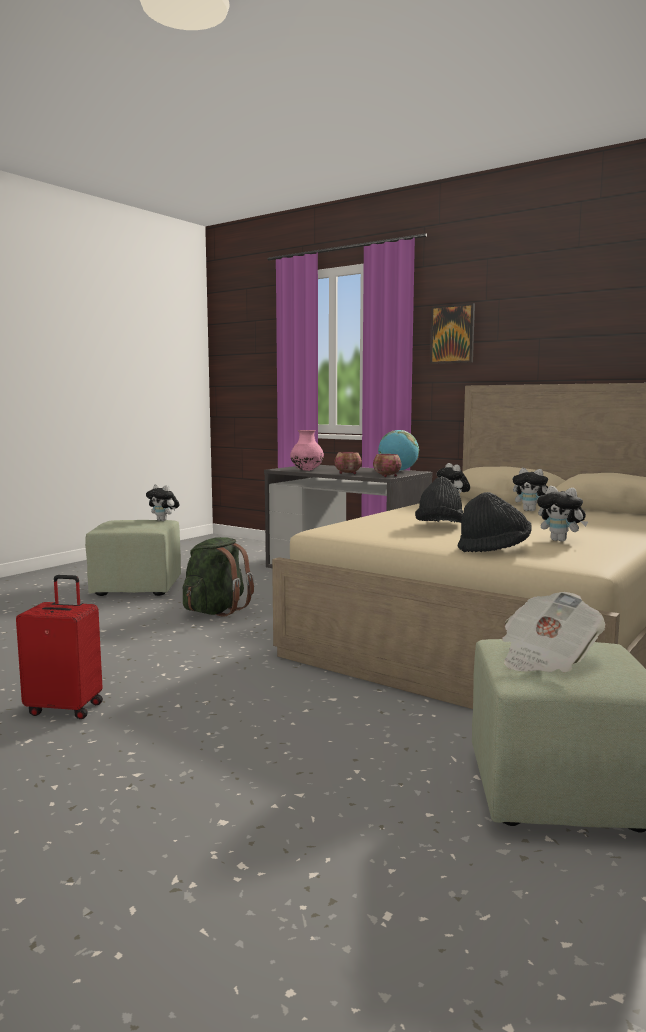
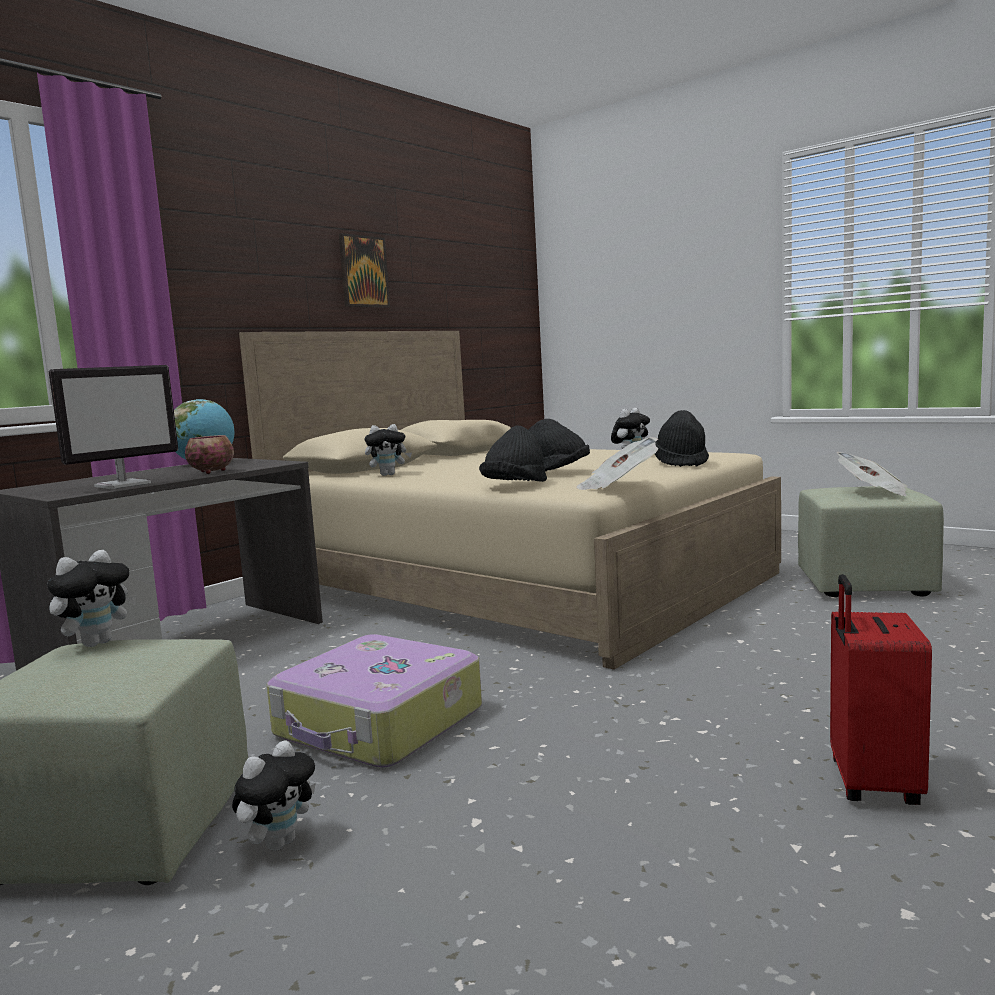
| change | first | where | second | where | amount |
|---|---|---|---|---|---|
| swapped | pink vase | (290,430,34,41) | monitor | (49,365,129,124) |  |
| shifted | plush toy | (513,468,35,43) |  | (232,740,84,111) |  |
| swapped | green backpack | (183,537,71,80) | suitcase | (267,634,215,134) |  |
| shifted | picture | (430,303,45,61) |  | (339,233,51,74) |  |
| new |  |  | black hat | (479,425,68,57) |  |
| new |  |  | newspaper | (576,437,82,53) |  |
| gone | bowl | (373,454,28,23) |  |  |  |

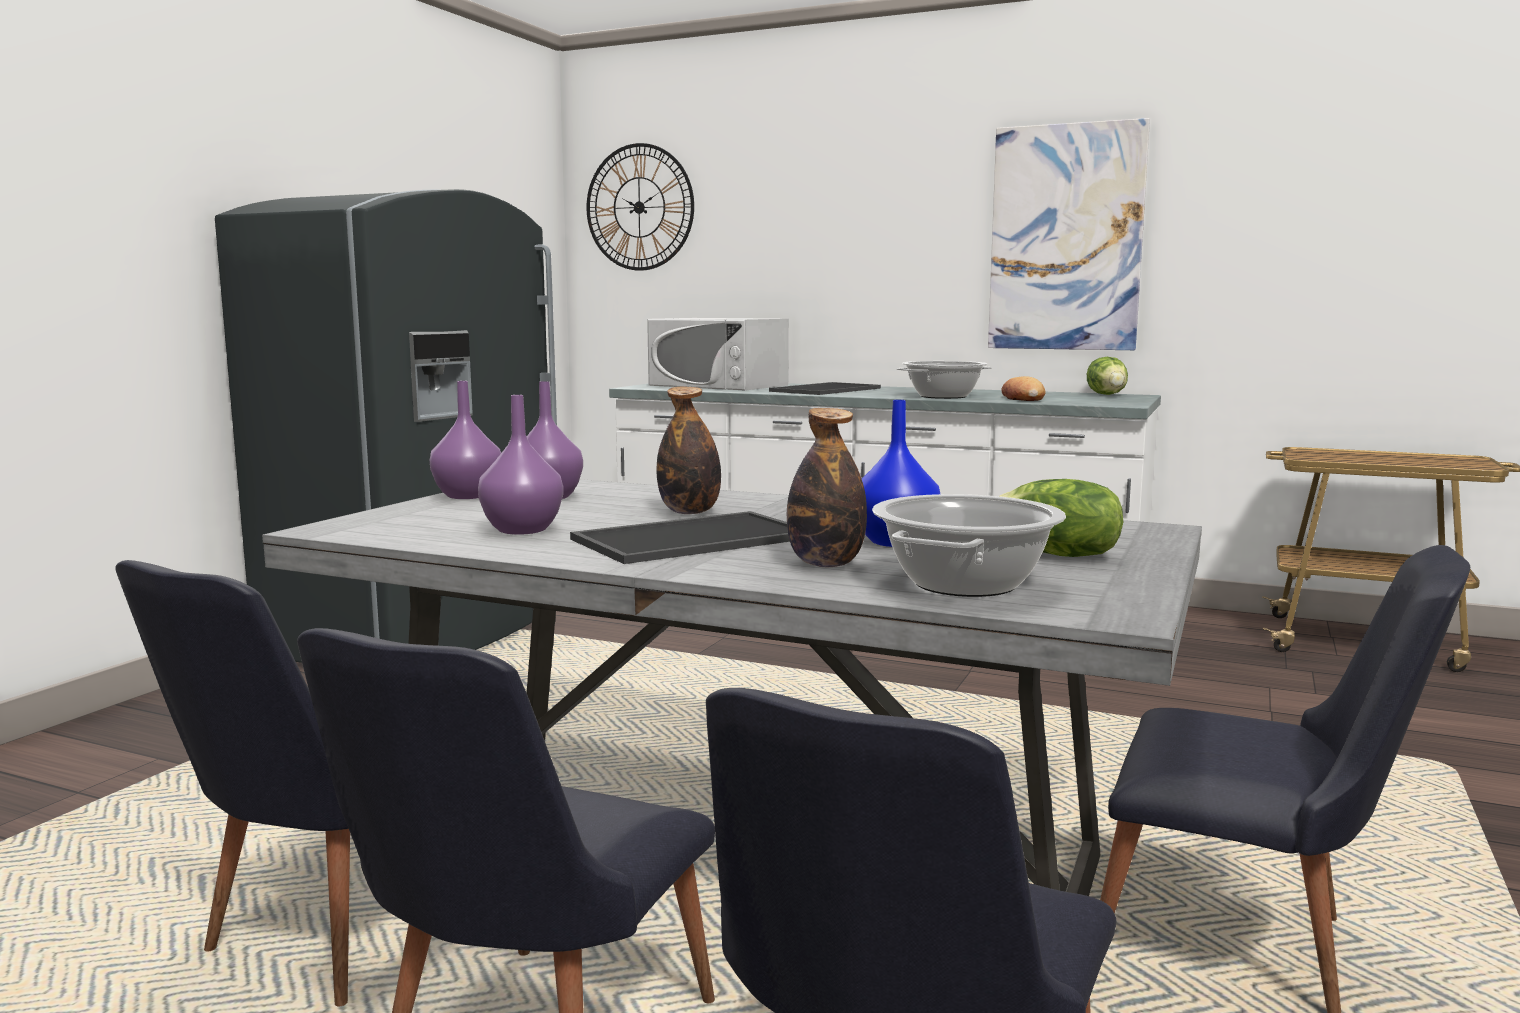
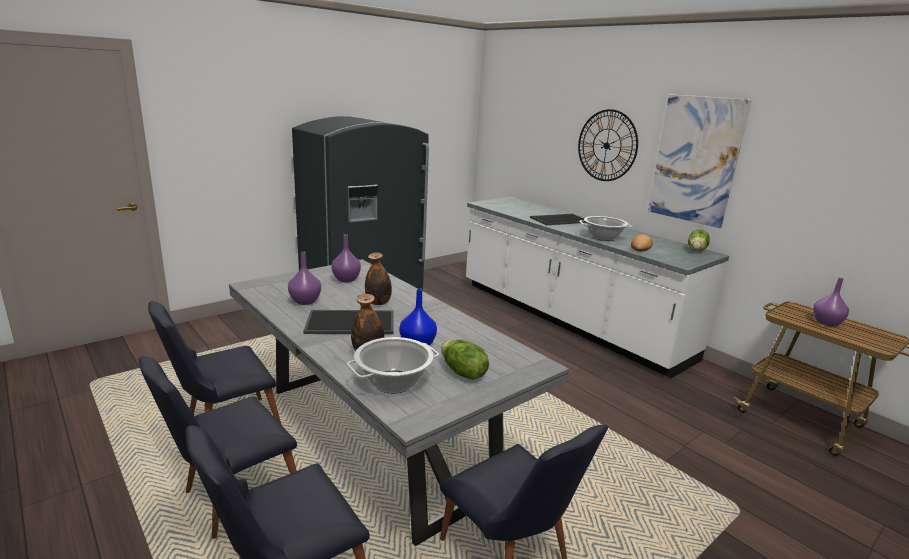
| change | first | where | second | where | amount |
|---|---|---|---|---|---|
| shifted | wall clock | (586,143,108,128) |  | (578,109,60,72) |  |
| shifted | purple vase | (430,381,71,118) |  | (813,278,36,48) |  |
| gone | white microwave | (647,318,142,73) |  |  |  |

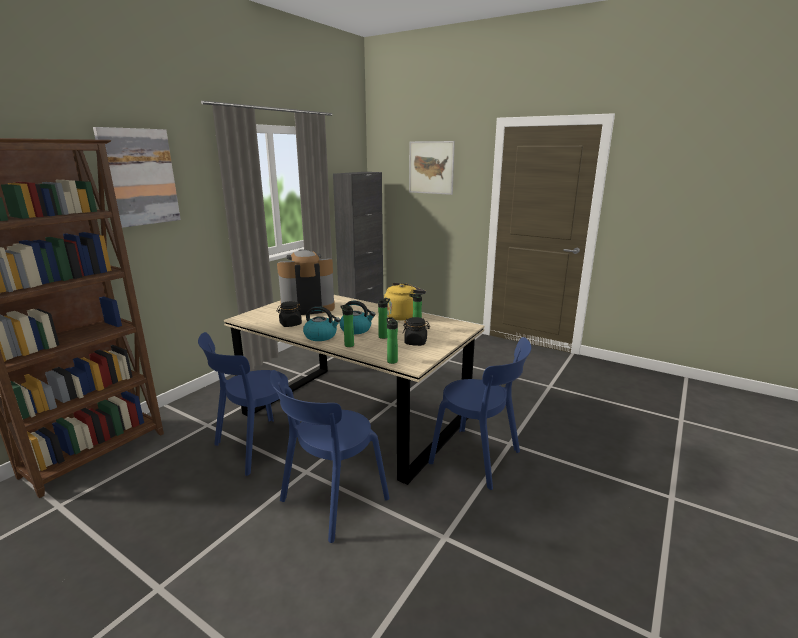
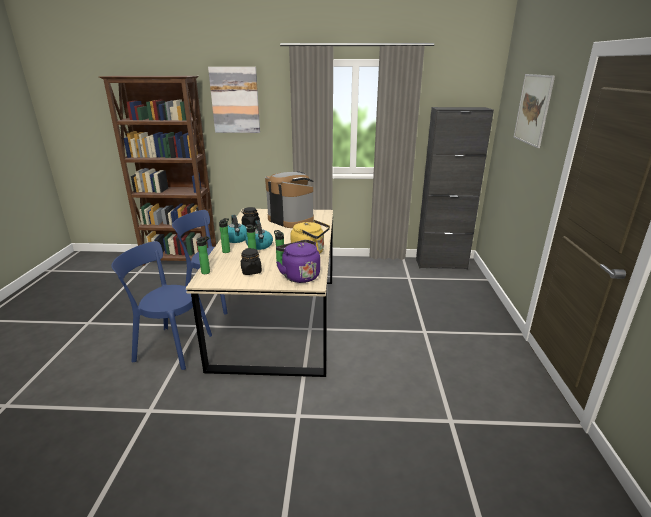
| change | first | where | second | where | amount |
|---|---|---|---|---|---|
| new |  |  | purple kettle | (276,240,44,43) |  |
| gone | blue chair | (428,337,103,153) |  |  |  |

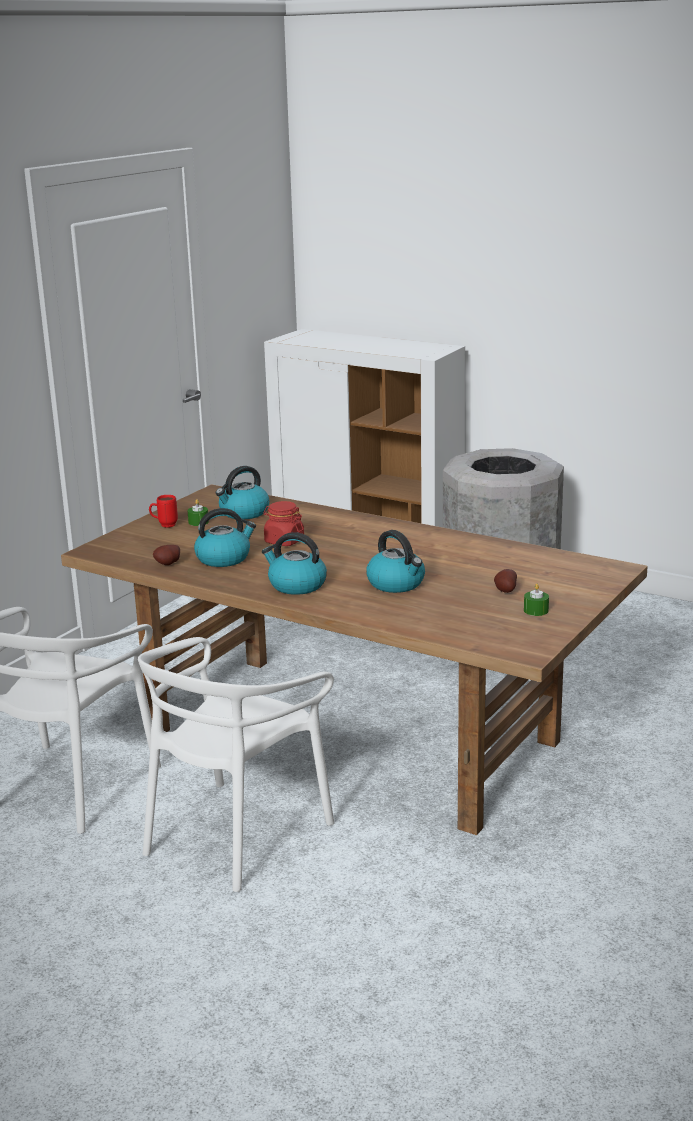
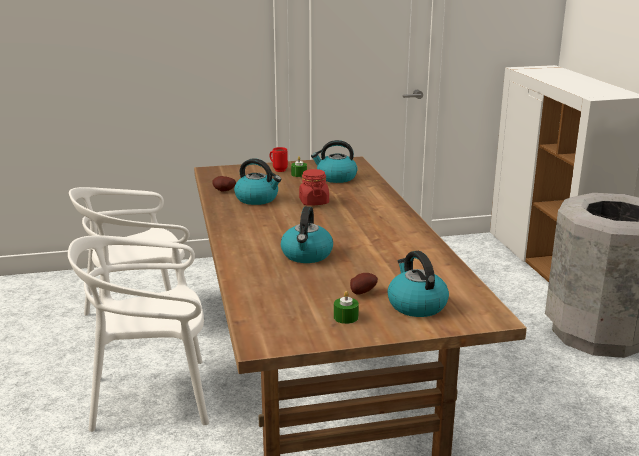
| change | first | where | second | where | amount |
|---|---|---|---|---|---|
| shifted | kettle | (262,532,65,63) |  | (388,251,61,66) |  |

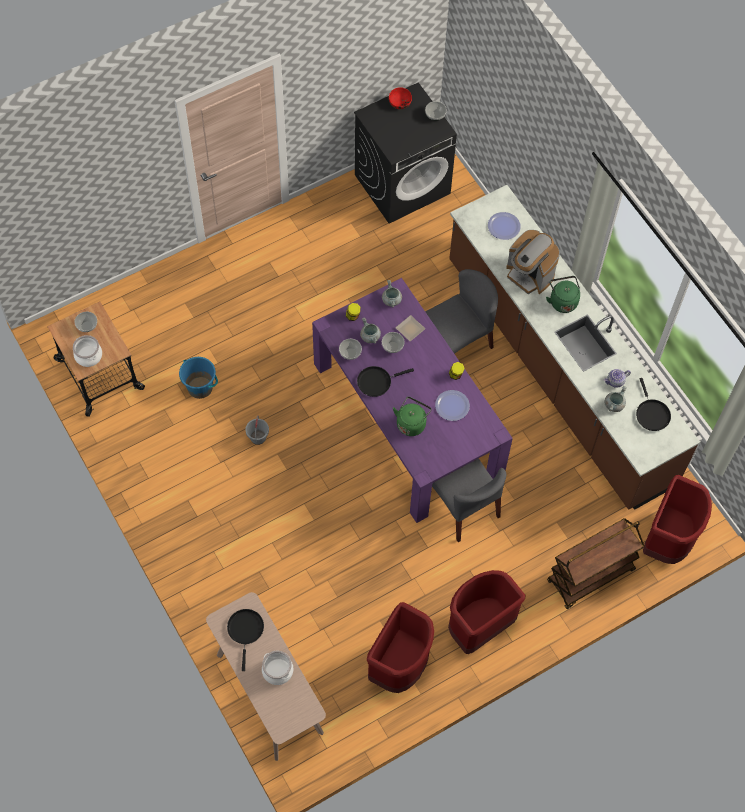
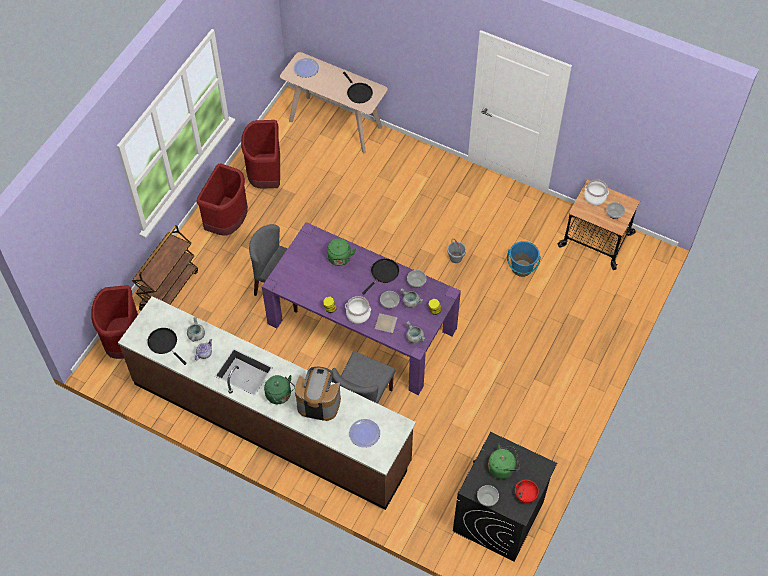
| change | first | where | second | where | amount |
|---|---|---|---|---|---|
| shifted | plate | (435,390,35,31) |  | (293,58,26,20) |  |
| shifted | cooking pot | (262,651,31,34) |  | (345,296,26,28) |  |
| new |  |  | green kettle | (488,444,32,35) |  |

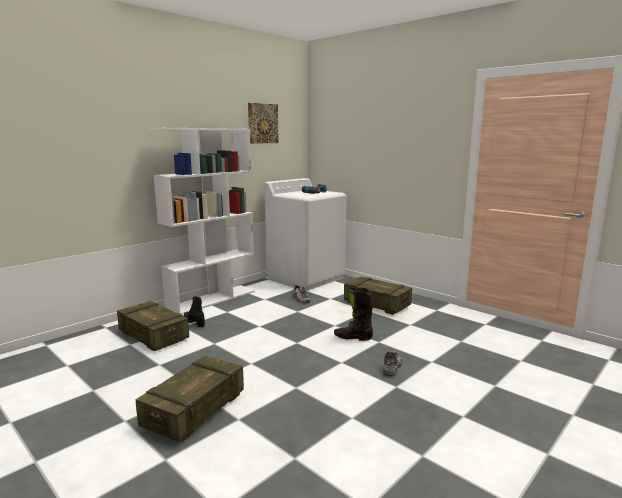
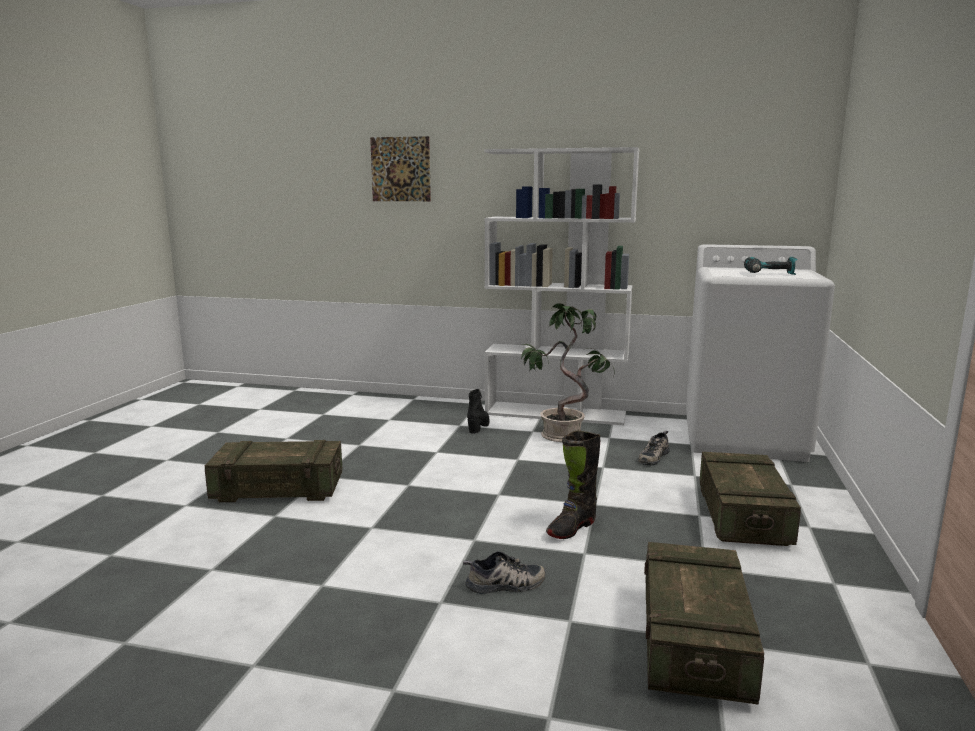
| change | first | where | second | where | amount |
|---|---|---|---|---|---|
| shifted | picture | (248,103,31,41) |  | (370,136,61,65) |  |
| new |  |  | potted plant | (516,303,99,139) |  |
| rotated | black boot | (334,287,39,54) |  | (546,430,54,109) | 120 degrees counterclockwise |
| shifted | crate | (117,301,72,50) |  | (644,542,120,163) |  |

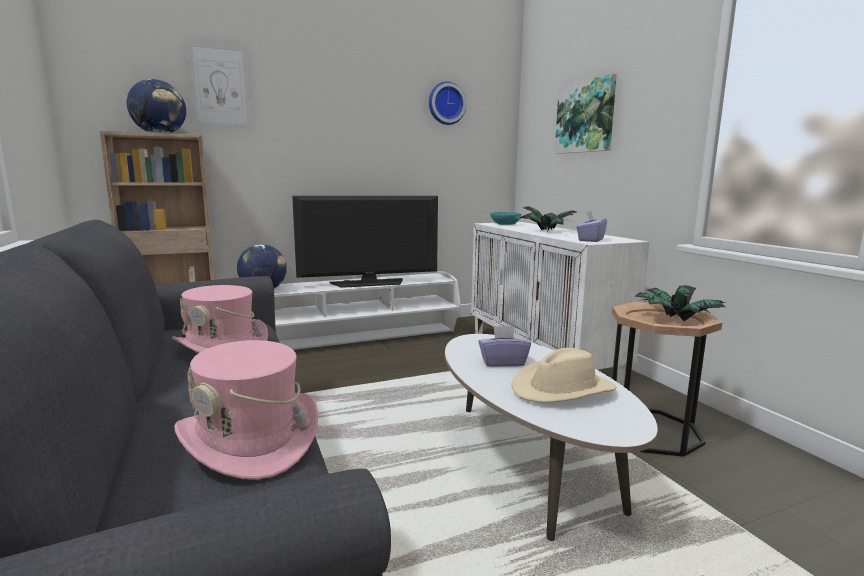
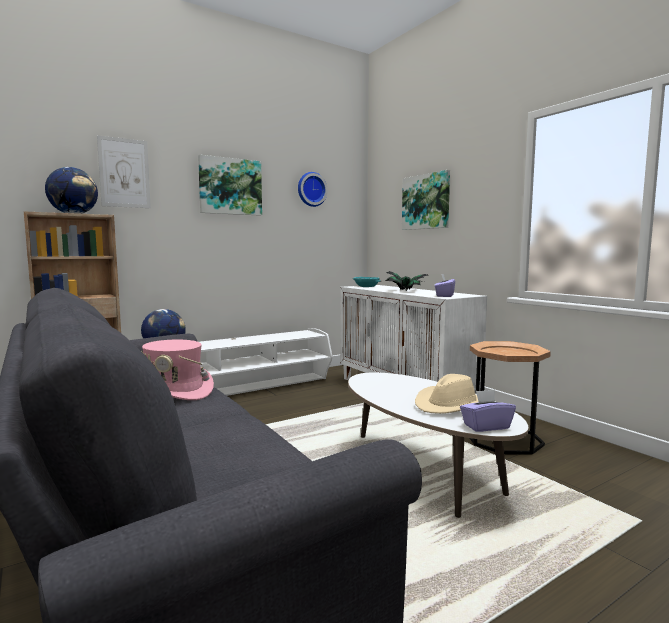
| change | first | where | second | where | amount |
|---|---|---|---|---|---|
| new |  |  | picture | (198,155,64,61) |  |
| shifted | purple tissue box | (478,326,53,41) |  | (460,390,56,42) |  |
| gone | pink hat | (174,340,144,140) |  |  |  |
| gone | television | (292,196,146,92) |  |  |  |
| gone | potted plant | (635,285,90,36) |  |  |  |

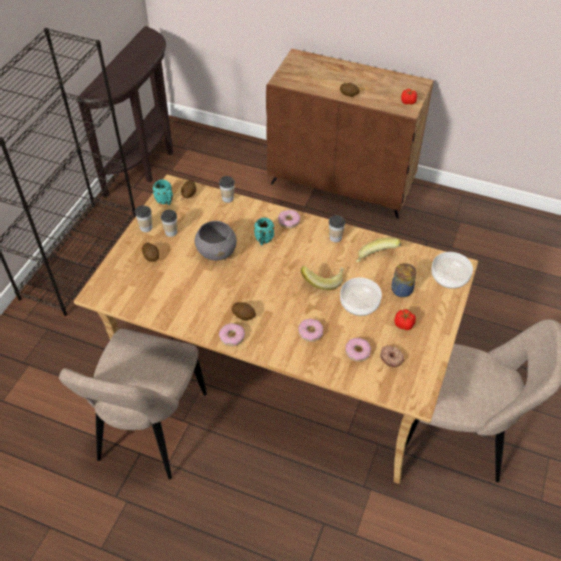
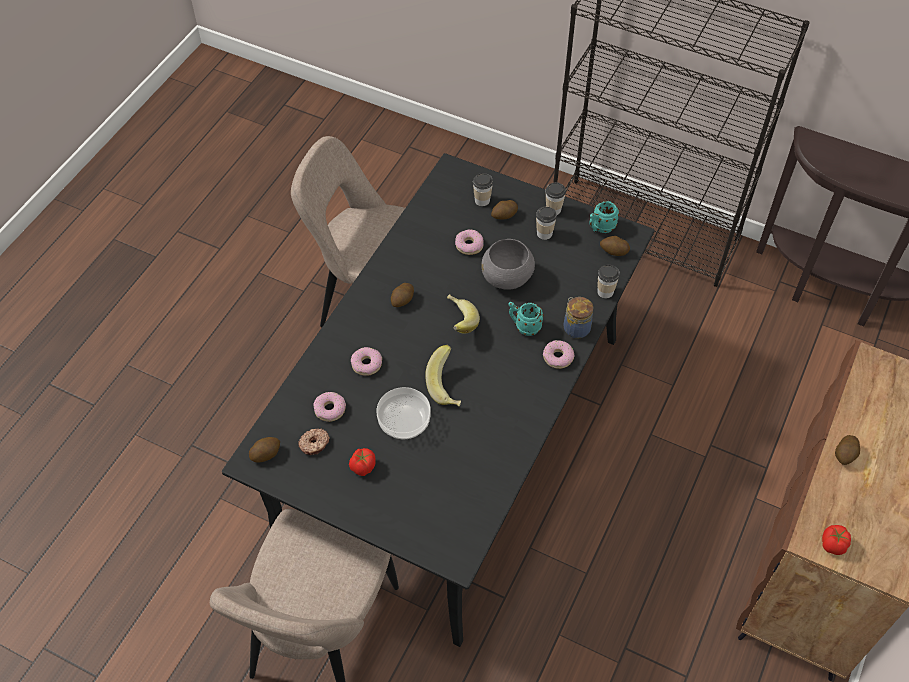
| change | first | where | second | where | amount |
|---|---|---|---|---|---|
| repainted | beige dining table | (74,175,404,309) | black dining table | (222,153,433,494) |  |
| new |  |  | potato | (249,437,31,26) |  |
| shifted | banana | (356,237,45,25) |  | (447,295,33,39) |  |
| shifted | donut | (219,323,26,23) |  | (455,230,29,25) |  |
| shifted | cup | (329,215,16,27) |  | (473,173,20,33) |  |
| shifted | jar | (391,263,25,34) |  | (563,297,30,42) |  |
| gone | bowl | (431,252,42,37) |  |  |  |

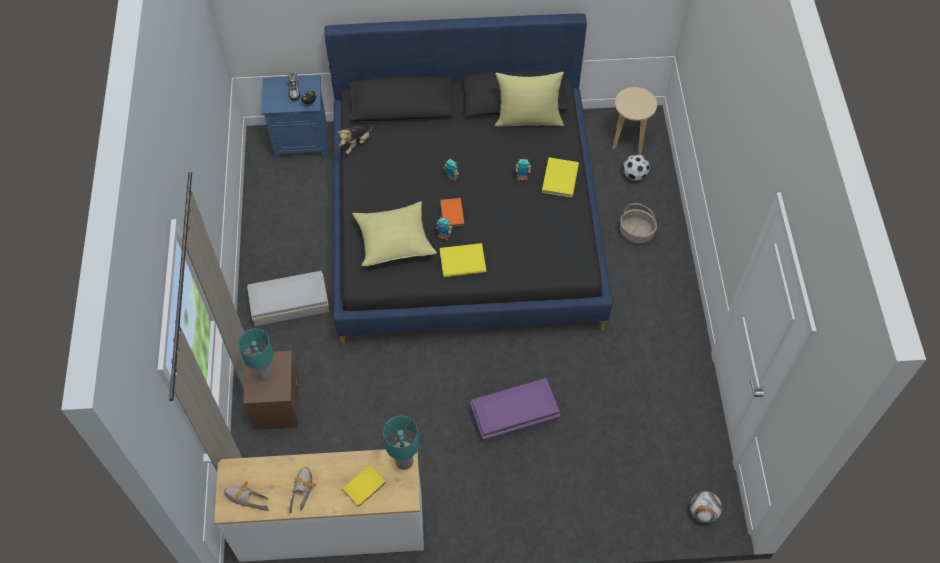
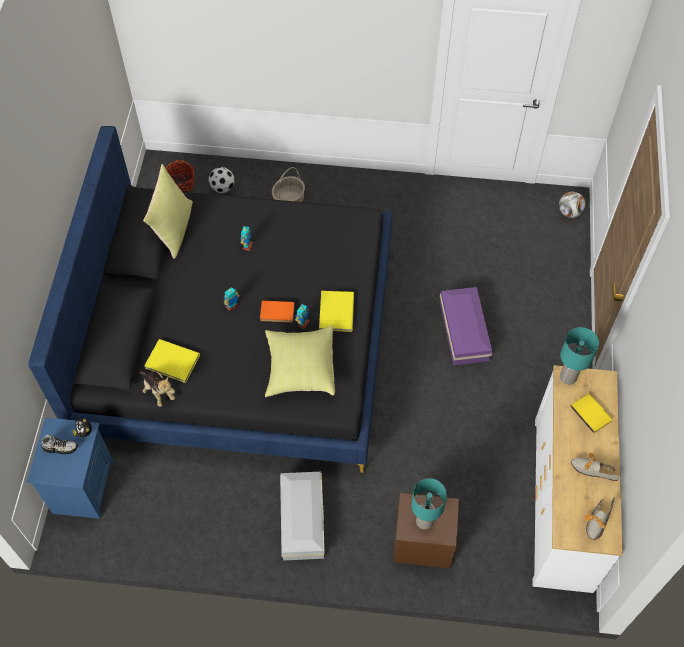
| change | first | where | second | where | amount |
|---|---|---|---|---|---|
| shifted | yellow book | (542,157,37,40) |  | (144,339,56,44) |  |
| swapped | beige stool | (612,87,45,67) | basket | (166,160,29,32) |  |

